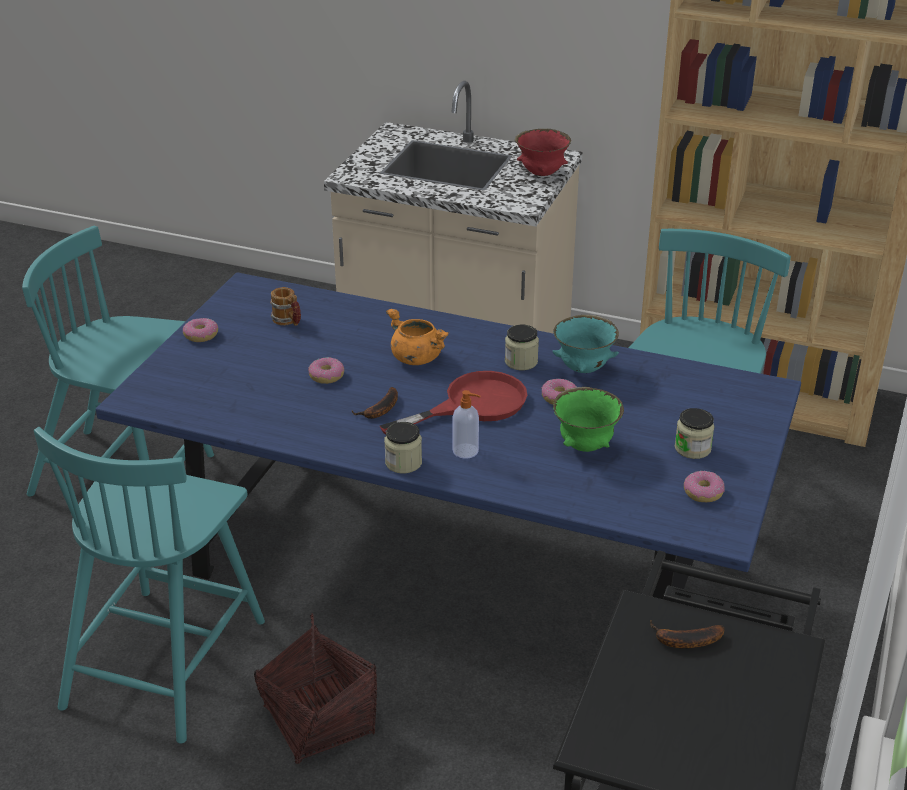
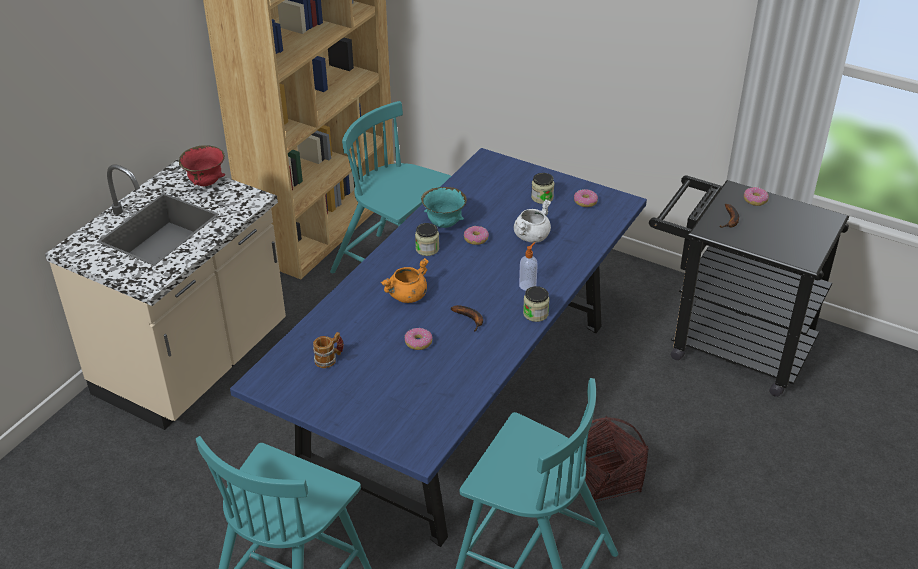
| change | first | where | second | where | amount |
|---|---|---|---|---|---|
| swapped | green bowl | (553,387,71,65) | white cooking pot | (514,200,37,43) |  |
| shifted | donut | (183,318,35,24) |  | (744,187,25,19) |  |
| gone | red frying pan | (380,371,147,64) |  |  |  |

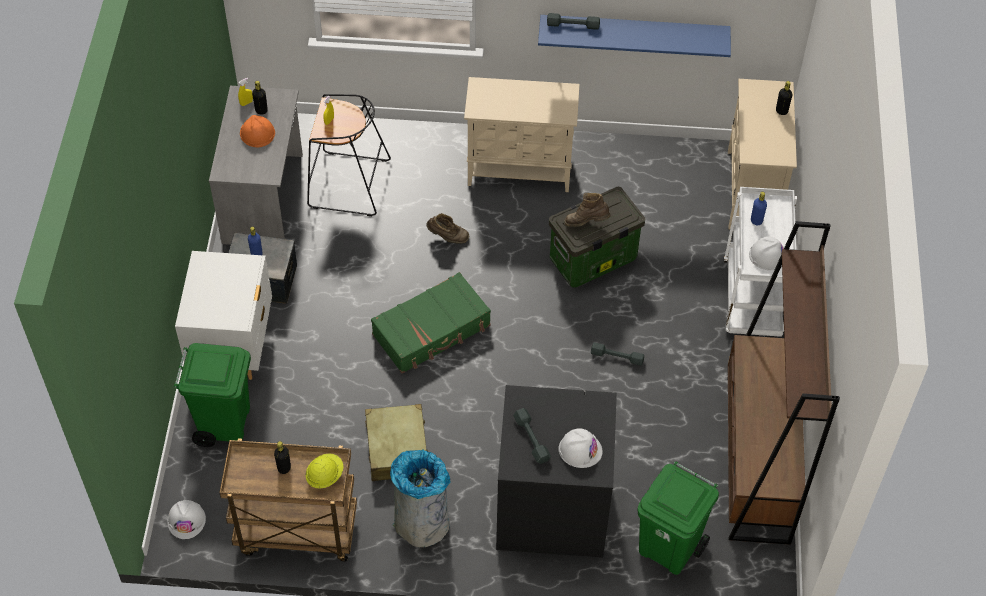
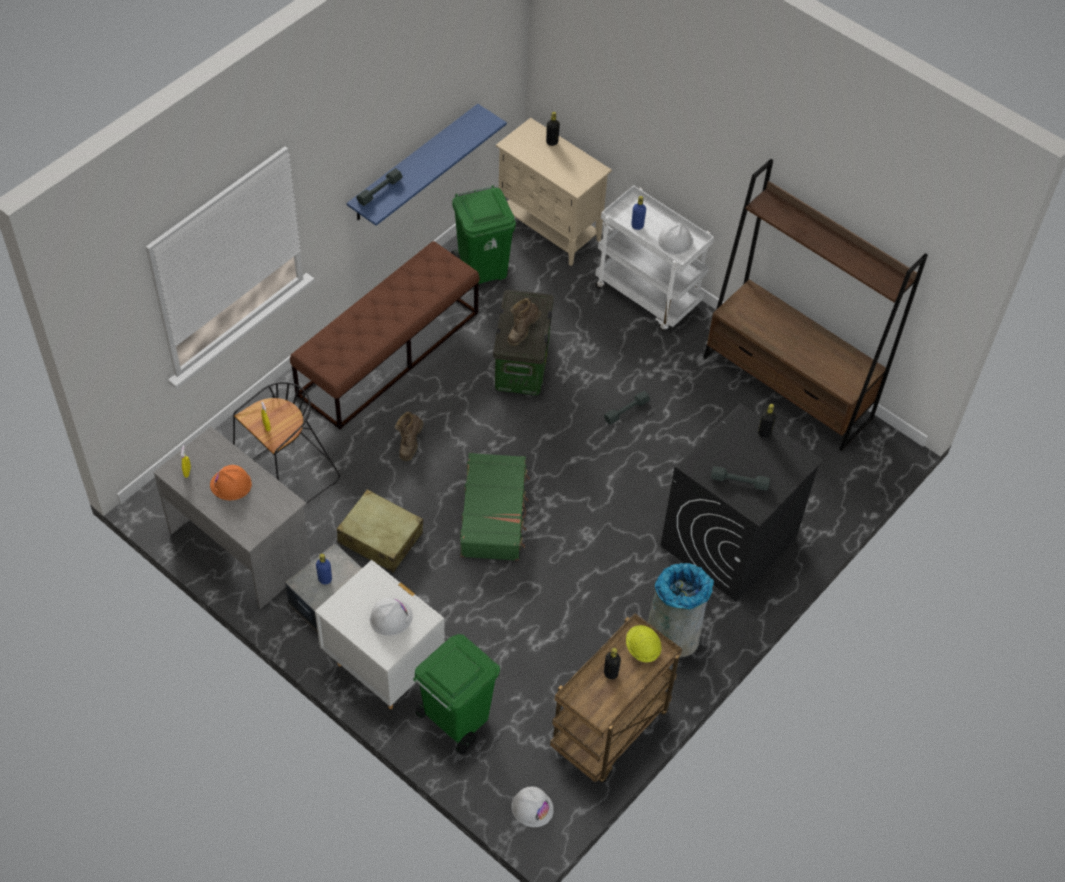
| change | first | where | second | where | amount |
|---|---|---|---|---|---|
| swapped | beige cabinet | (464,77,116,115) | brown bench | (290,241,190,188) |  |
| shifted | beige suitcase | (365,404,63,77) |  | (337,489,86,84) |  |
| shifted | white hard hat | (558,428,45,40) |  | (370,598,43,38) |  |
| rotated | brown boot | (426,213,43,31) |  | (395,412,28,49) | 150 degrees clockwise |
| shifted | green trash can | (638,462,81,113) |  | (451,185,65,99) |  |
| shifted | black bottle | (252,81,16,34) |  | (758,404,18,34) |  |

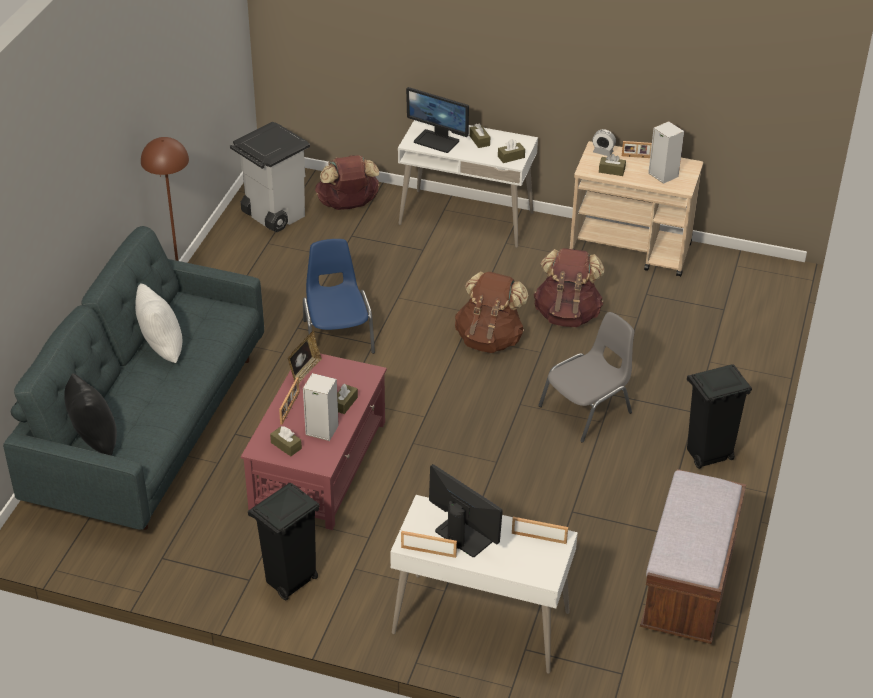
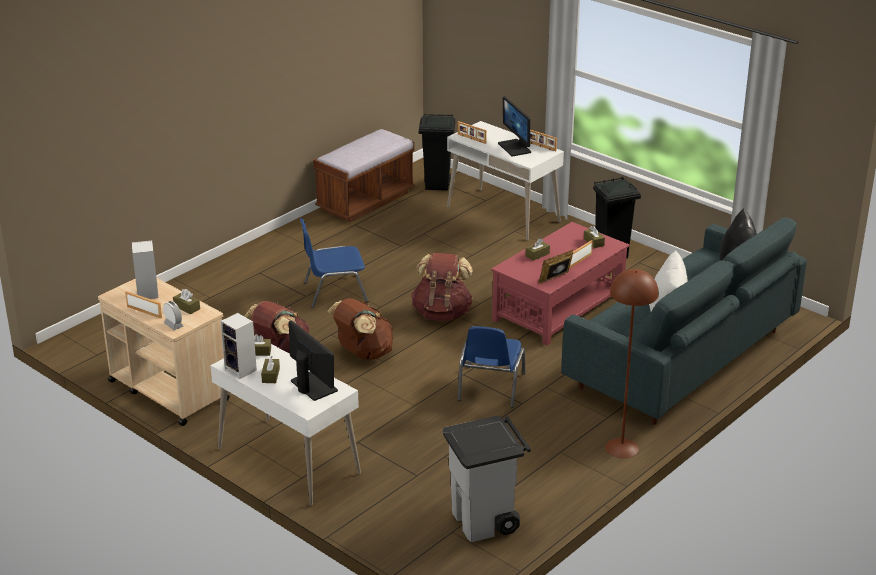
| change | first | where | second | where | amount |
|---|---|---|---|---|---|
| shifted | speaker | (303,373,36,68) |  | (220,313,37,66) |  |
| repainted | grey chair | (538,312,96,131) | blue chair | (300,218,68,90) |  |
| shifted | brown backpack | (315,155,65,55) |  | (411,253,62,68) |  |
| shifted | black trash can | (687,364,65,105) |  | (419,113,37,77) |  |

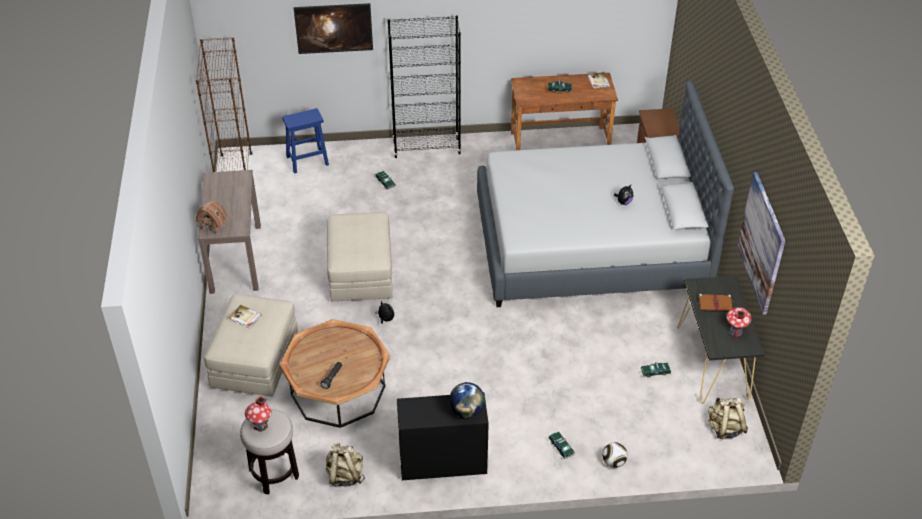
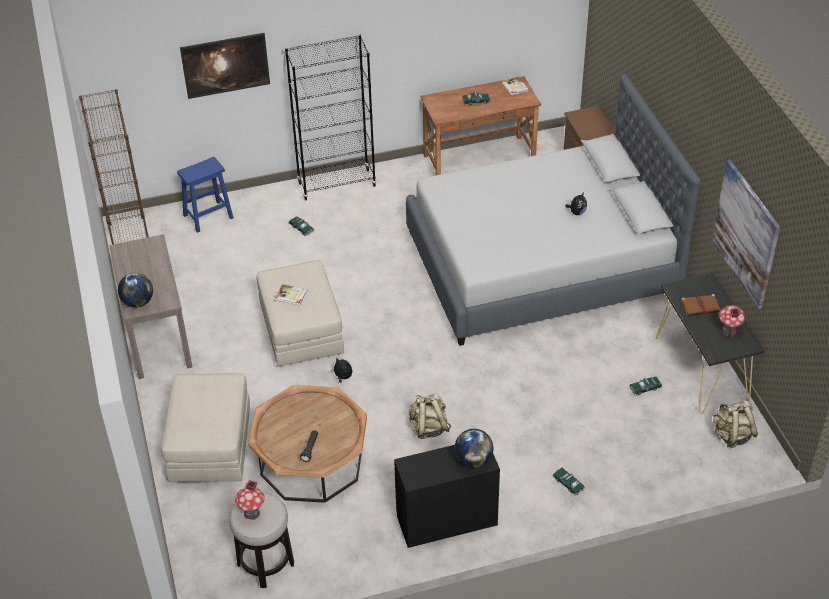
| change | first | where | second | where | amount |
|---|---|---|---|---|---|
| swapped | toy house | (196,201,32,34) | globe | (118,273,35,35) |  |
| shifted | book | (229,305,33,23) |  | (275,284,32,22) |  |
| shifted | beige backpack | (326,443,39,44) |  | (408,393,43,46) |  |
| gone | football | (602,442,26,26) |  |  |  |

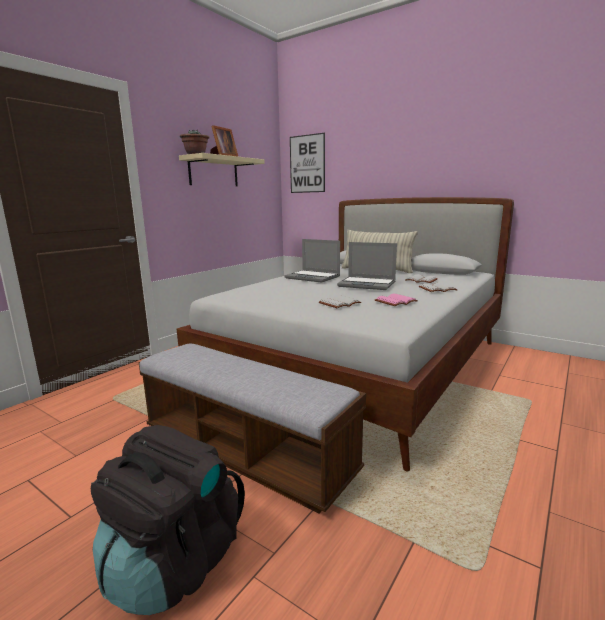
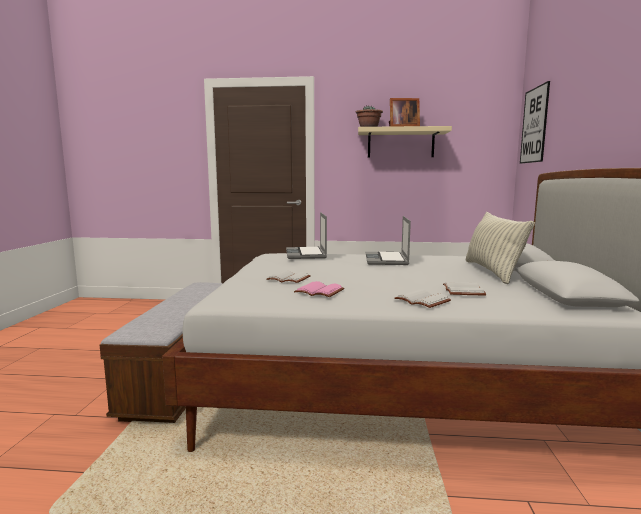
| change | first | where | second | where | amount |
|---|---|---|---|---|---|
| shifted | laptop | (337,242,60,48) |  | (286,212,41,47) |  |
| gone | black backpack | (91,425,154,190) |  |  |  |

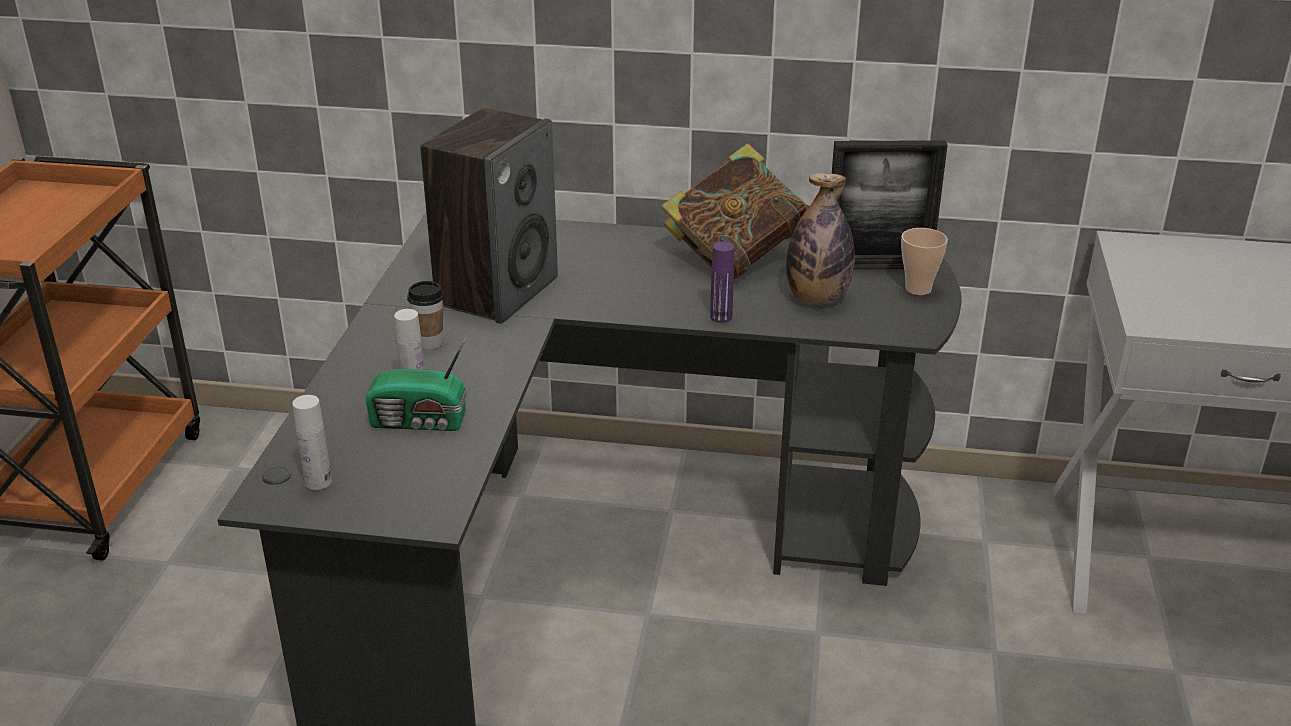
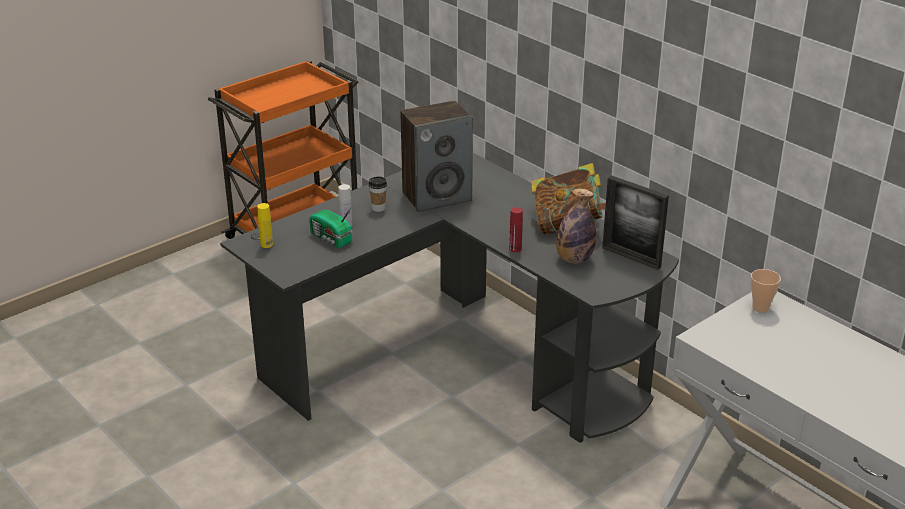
| change | first | where | second | where | amount |
|---|---|---|---|---|---|
| repainted | white bottle | (292,395,40,95) | yellow bottle | (257,203,16,45) |  |
| repainted | purple bottle | (710,241,24,82) | red bottle | (509,207,14,45) |  |
| shifted | cup | (901,228,47,67) |  | (751,269,30,44) |  |

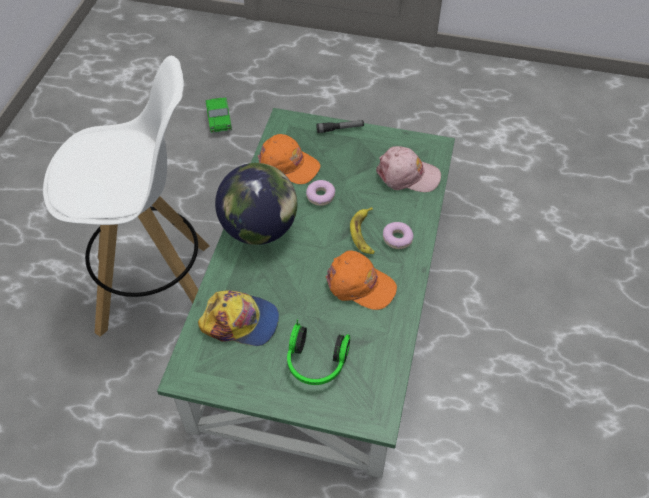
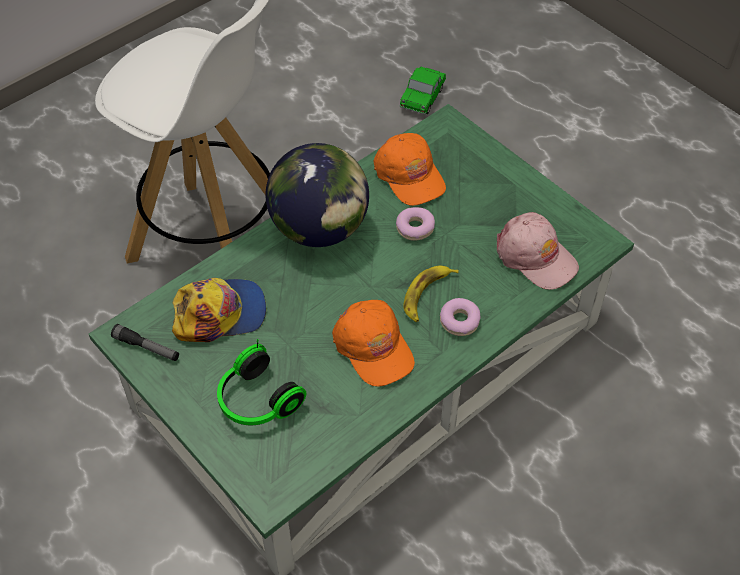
| change | first | where | second | where | amount |
|---|---|---|---|---|---|
| shifted | flashlight | (316,120,48,13) |  | (111,324,68,37) |  |
| rotated | cap | (198,290,81,56) |  | (172,278,94,64) | 60 degrees counterclockwise |

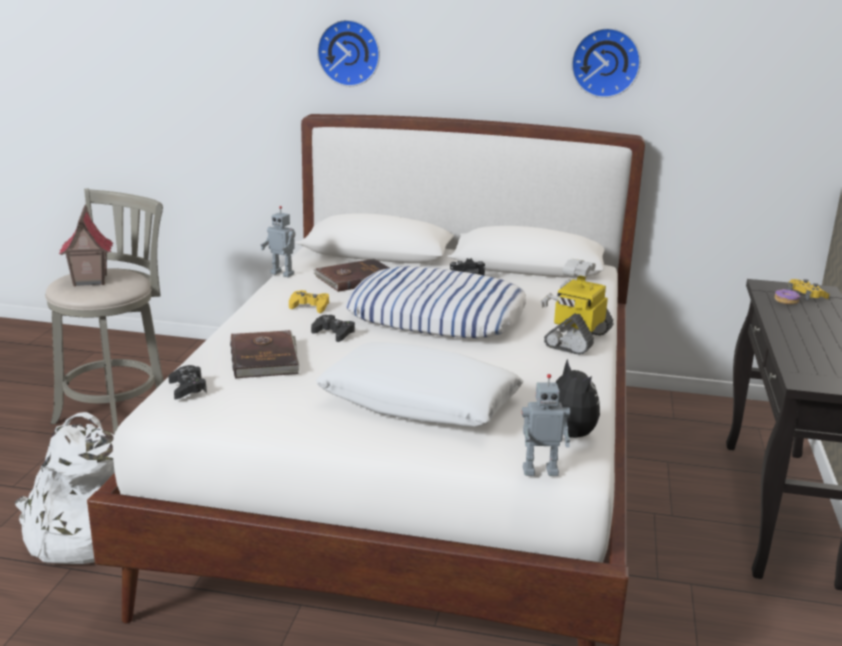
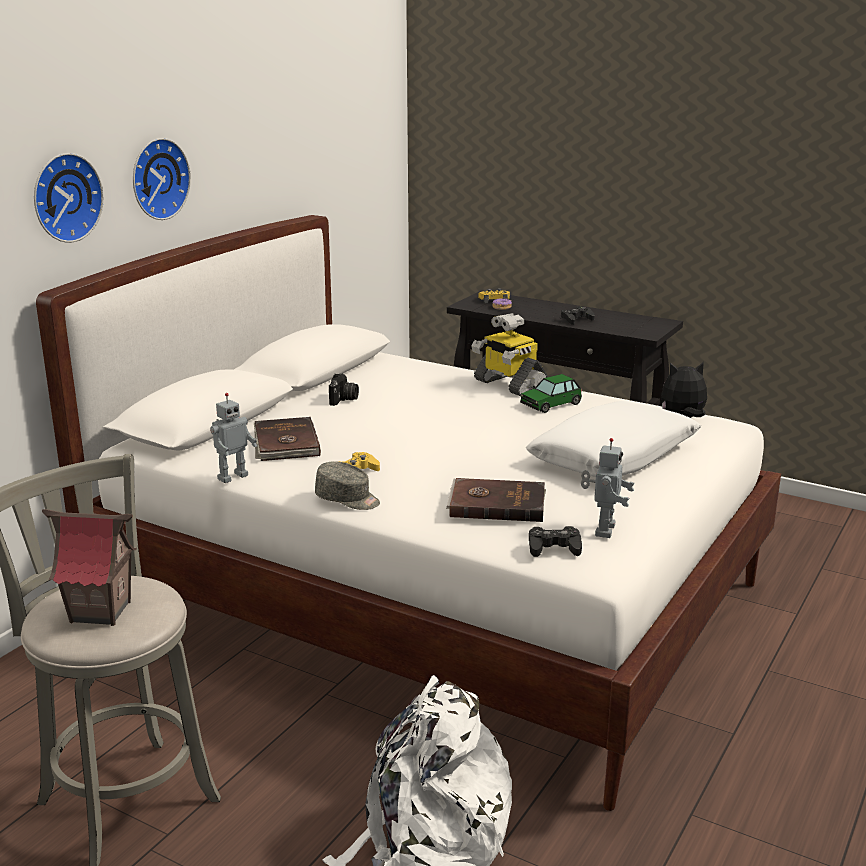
| change | first | where | second | where | amount |
|---|---|---|---|---|---|
| shifted | wall clock | (571,28,70,70) |  | (133,138,58,82) |  |
| new |  |  | grey cap | (315,461,65,49) |  |
| new |  |  | toy car | (520,374,62,39) |  |
| shifted | black game controller | (311,315,44,27) |  | (561,306,34,19) |  |
| shifted | toy robot | (522,374,48,102) |  | (581,438,54,100) |  |
| gone | pillow | (346,266,180,72) |  |  |  |

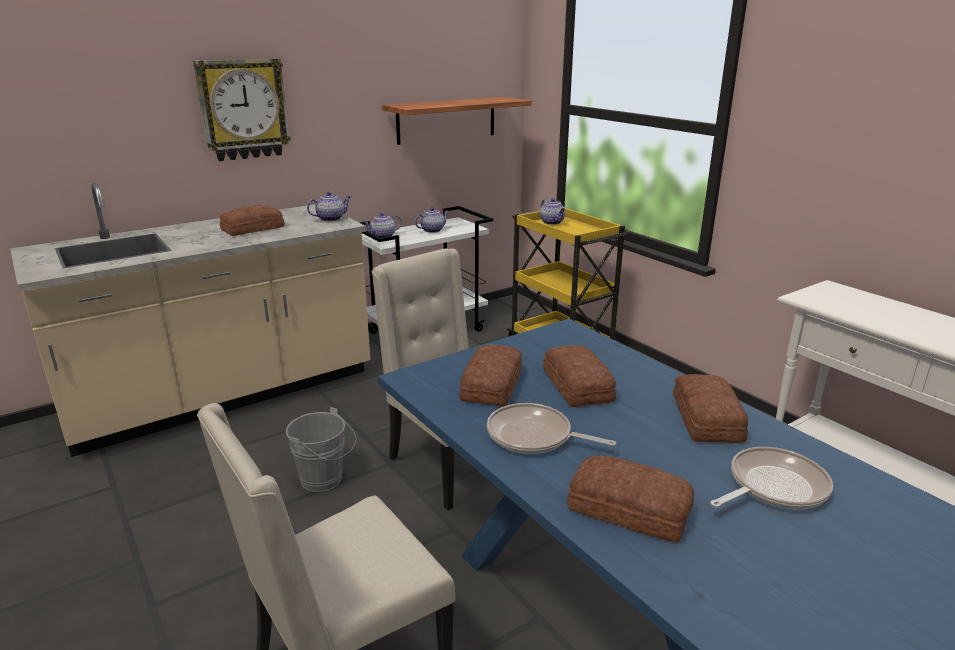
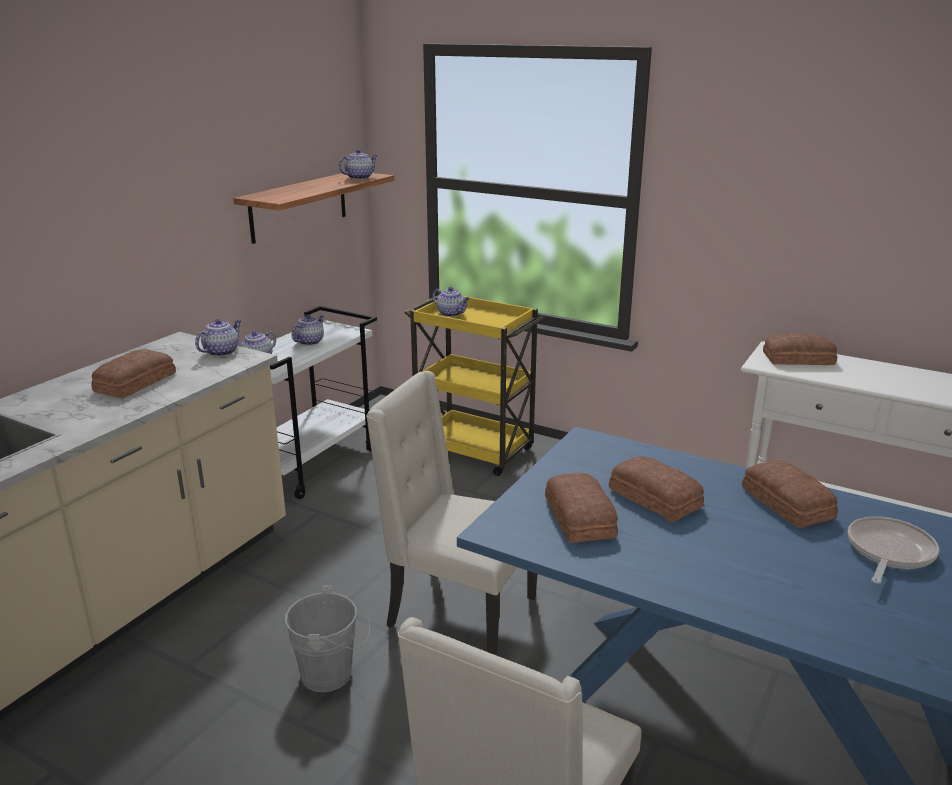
| change | first | where | second | where | amount |
|---|---|---|---|---|---|
| new |  |  | teapot | (338,149,39,31) |  |
| shifted | bread | (567,455,127,88) |  | (763,333,74,32) |  |
| gone | wall clock | (193,59,98,102) |  |  |  |
| gone | frying pan | (487,403,129,51) |  |  |  |

